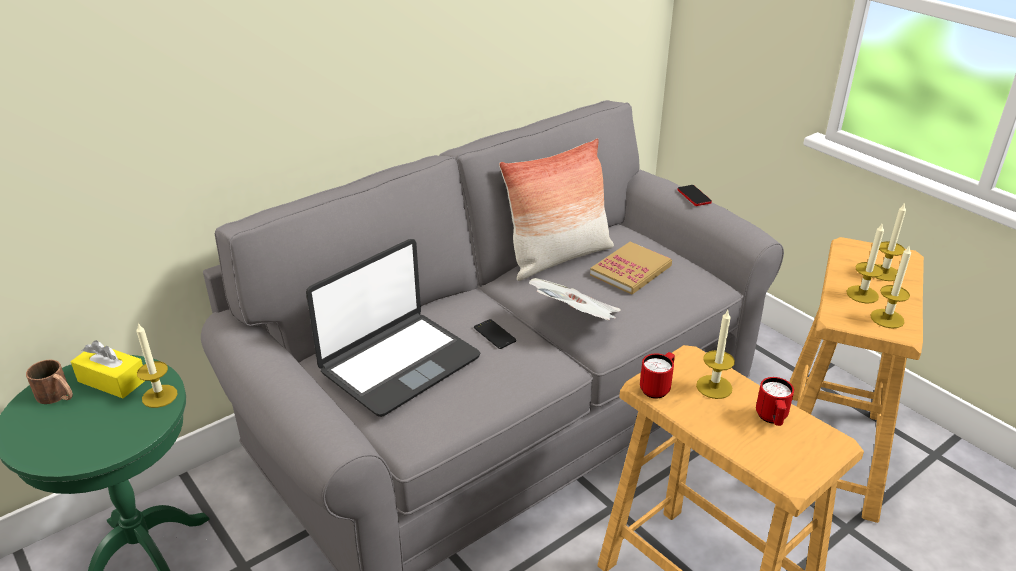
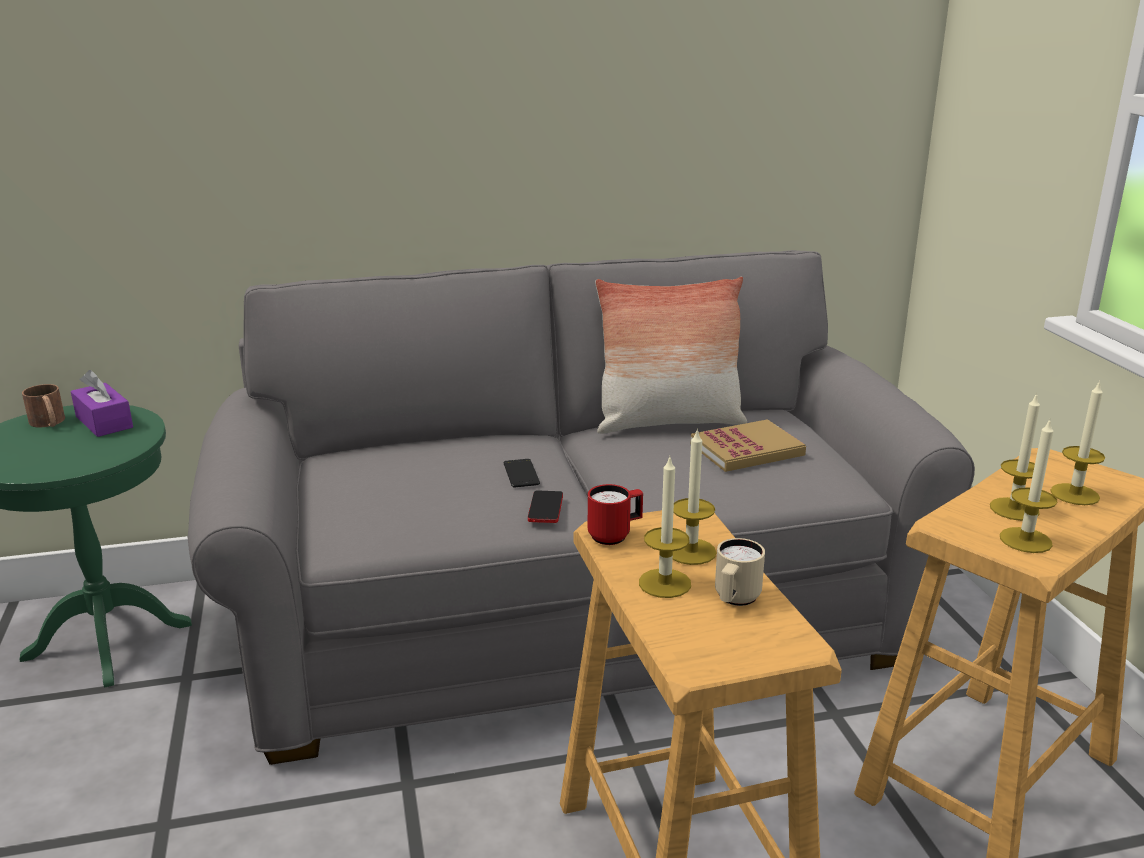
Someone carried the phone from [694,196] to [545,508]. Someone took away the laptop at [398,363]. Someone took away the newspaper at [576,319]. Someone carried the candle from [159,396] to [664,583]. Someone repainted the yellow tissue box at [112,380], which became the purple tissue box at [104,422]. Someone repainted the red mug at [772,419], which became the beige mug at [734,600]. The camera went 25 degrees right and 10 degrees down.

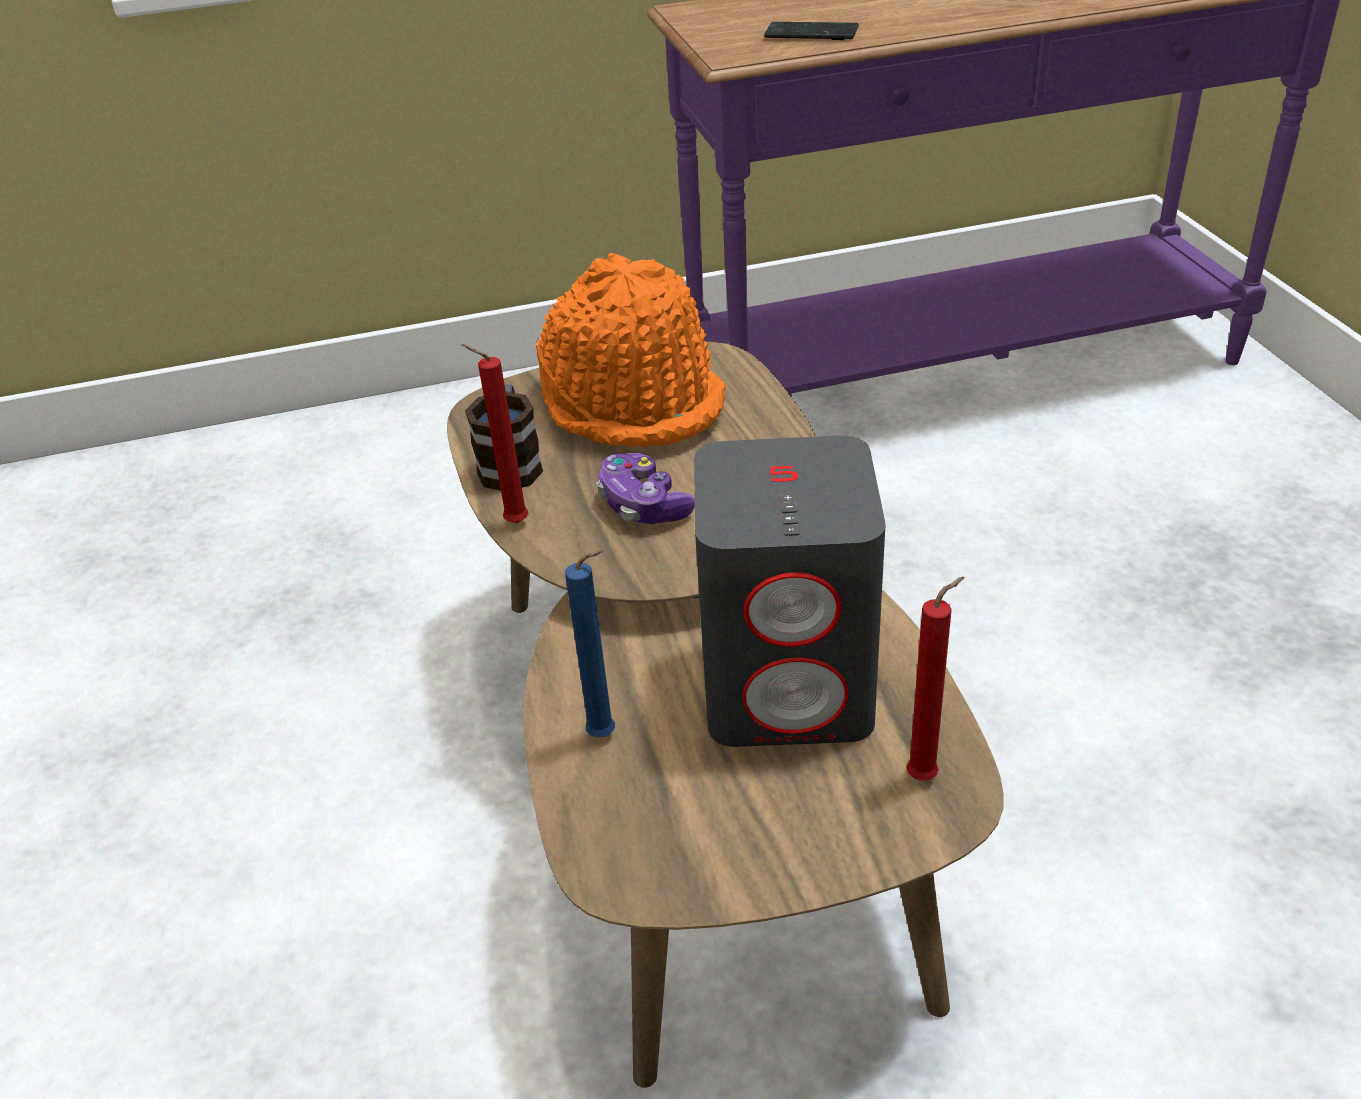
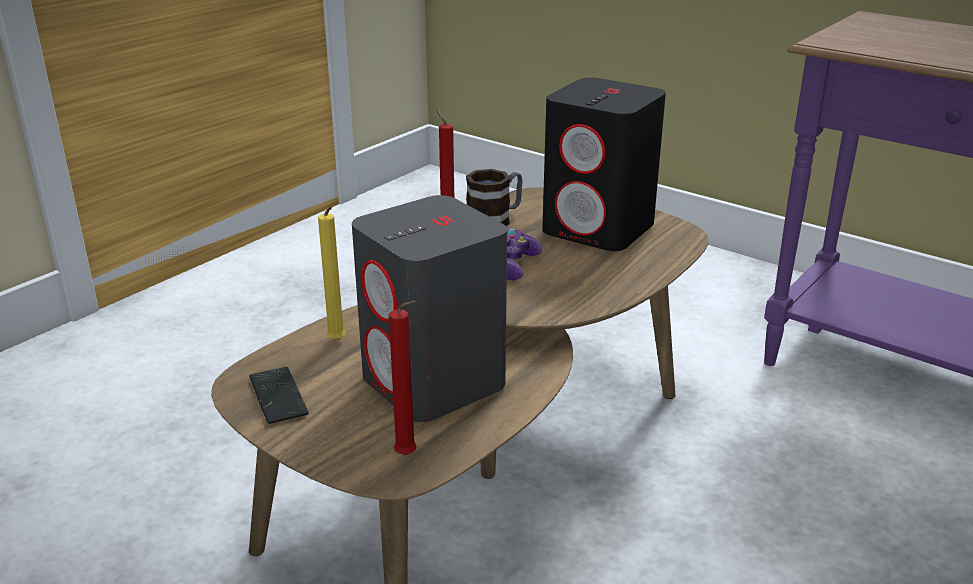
Someone carried the phone from [811,34] to [278,397]. Someone swapped the orange hat at [633,402] for the black speaker at [599,229]. Someone repainted the blue candle at [606,735], which became the yellow candle at [337,342]. The camera went 50 degrees right and 10 degrees down.

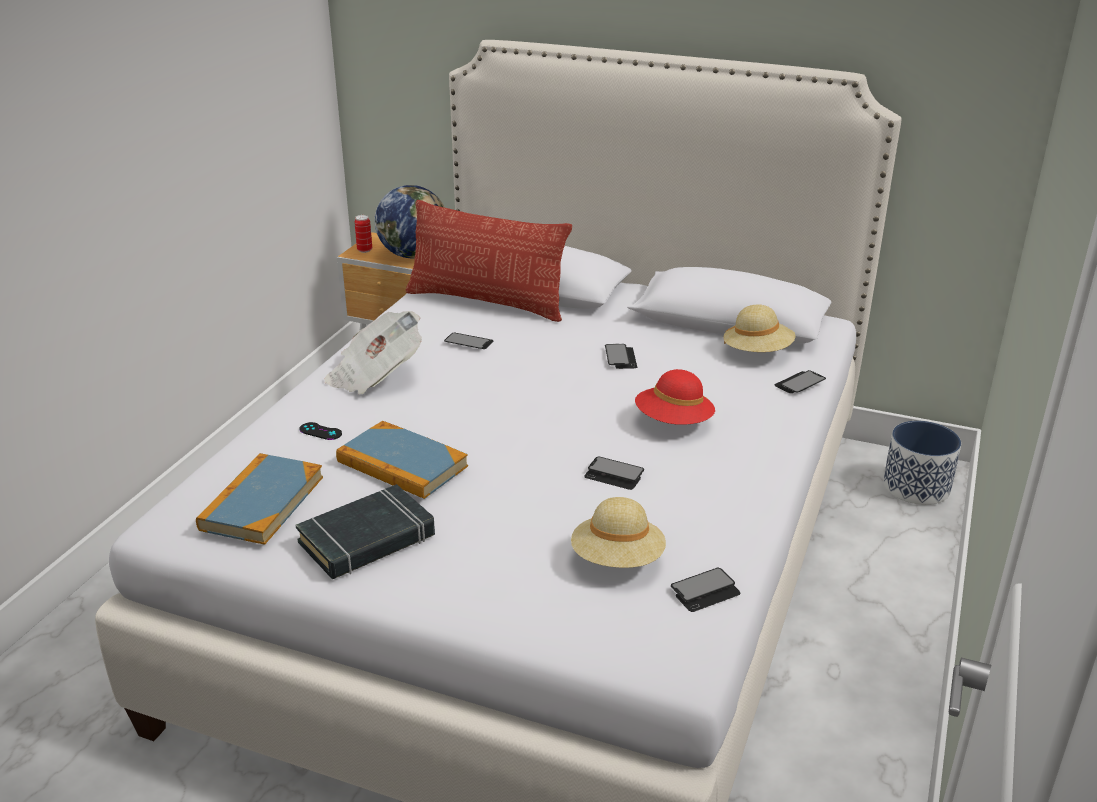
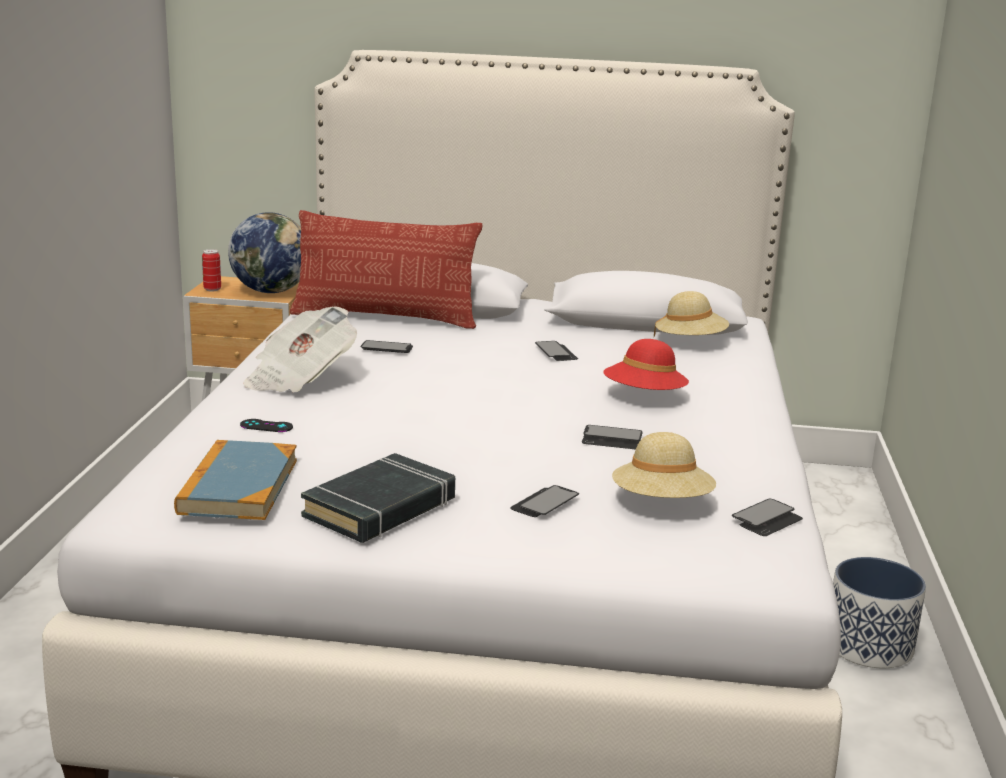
Someone carried the phone from [799,383] to [544,503]. Someone took away the book at [402,464]. Someone carried the planter from [916,487] to [869,646]. The camera went 15 degrees left and 10 degrees down.

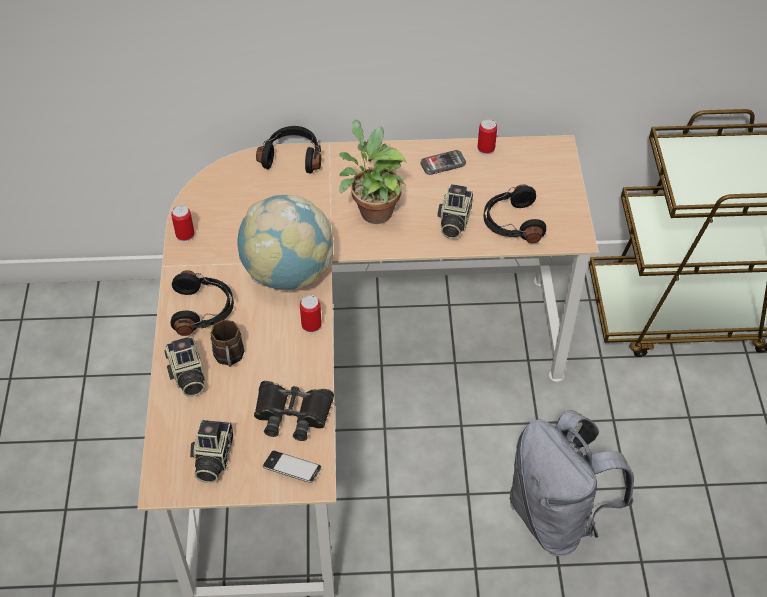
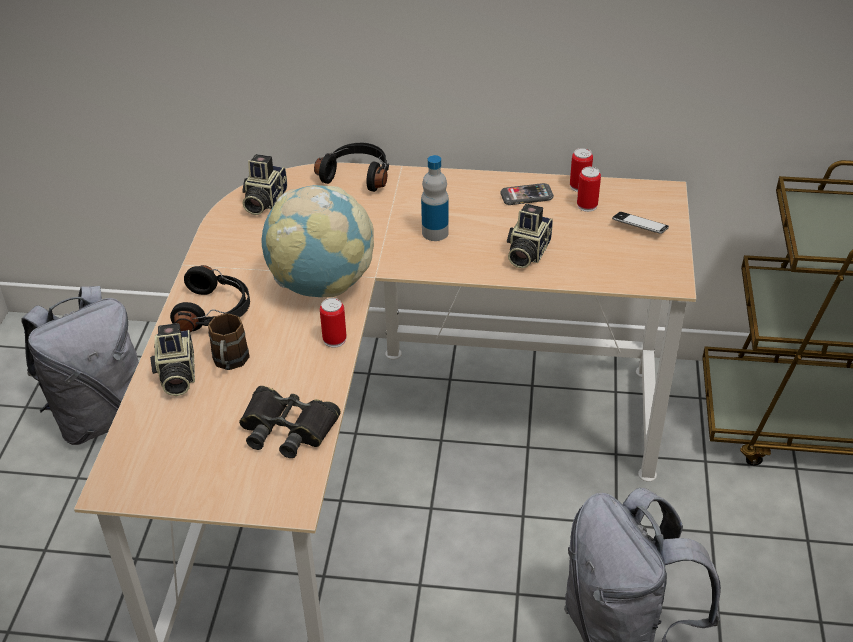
Someone swapped the potted plant at [372,210] for the bottle at [435,233]. Someone took away the black headphones at [511,223]. Someone carried the can from [185,235] to [587,205]. Someone carried the photo camera from [212,458] to [263,201]. Someone carried the phone from [292,469] to [639,226]. Someone put down the grey backpack at [101,416]. The camera went 10 degrees right and 10 degrees down.

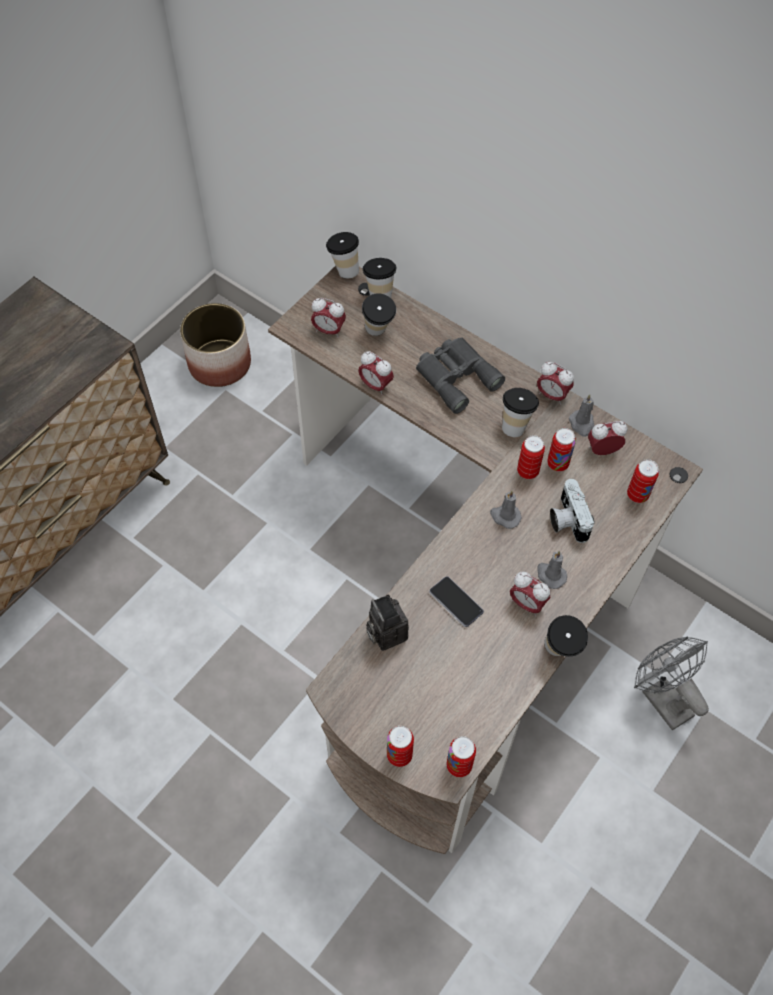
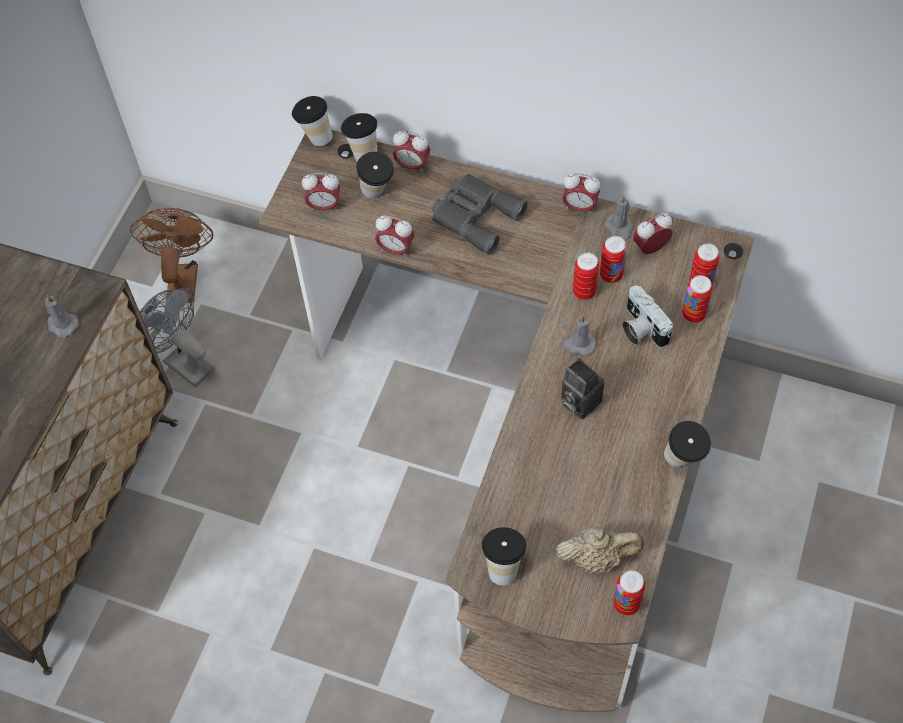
Someone swapped the planter at [219,363] for the brown fan at [183,277]. Someone carried the cup from [515,425] to [503,566]. Someone carried the grey candle from [550,575] to [62,324]. Someone carried the alarm clock from [527,604] to [412,165]. Someone took away the phone at [456,602]. Someone carried the photo camera from [385,633] to [577,402]. Someone carried the grey fan from [661,697] to [182,362]. Someone carried the can from [399,755] to [693,314]. Someone put down the beige teapot at [597,558]. The camera went 15 degrees left and 0 degrees up.

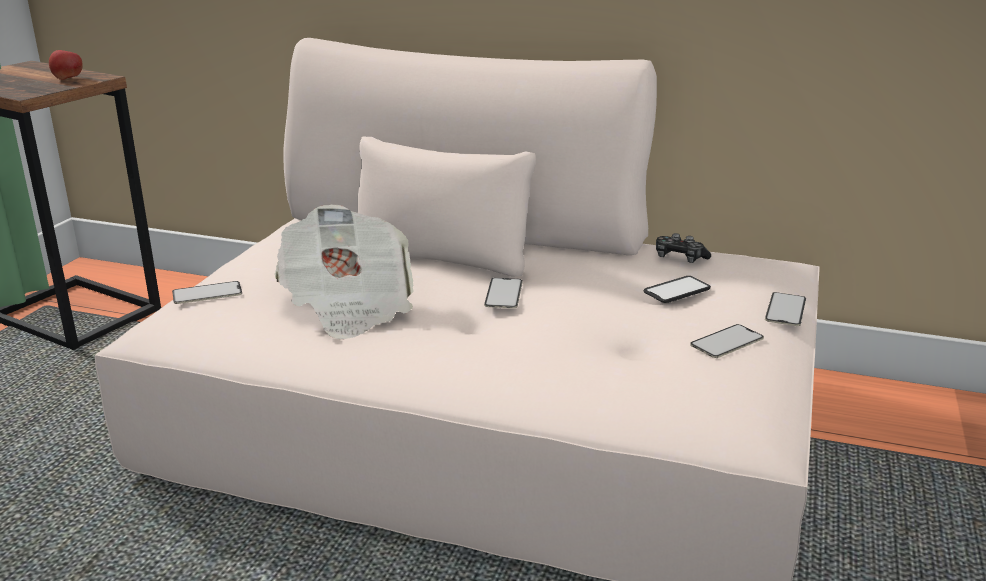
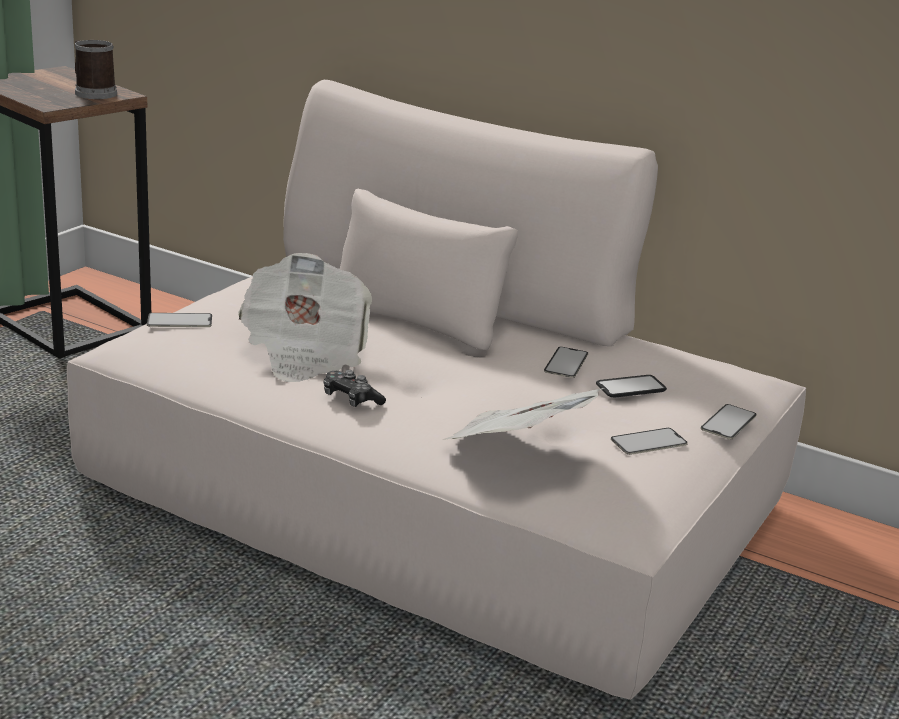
Someone swapped the apple at [68,79] for the mug at [93,92]. Someone carried the game controller from [679,258] to [351,399]. Someone carried the phone from [503,293] to [566,363]. Someone put down the newspaper at [518,451]. The camera went 10 degrees right and 0 degrees up.

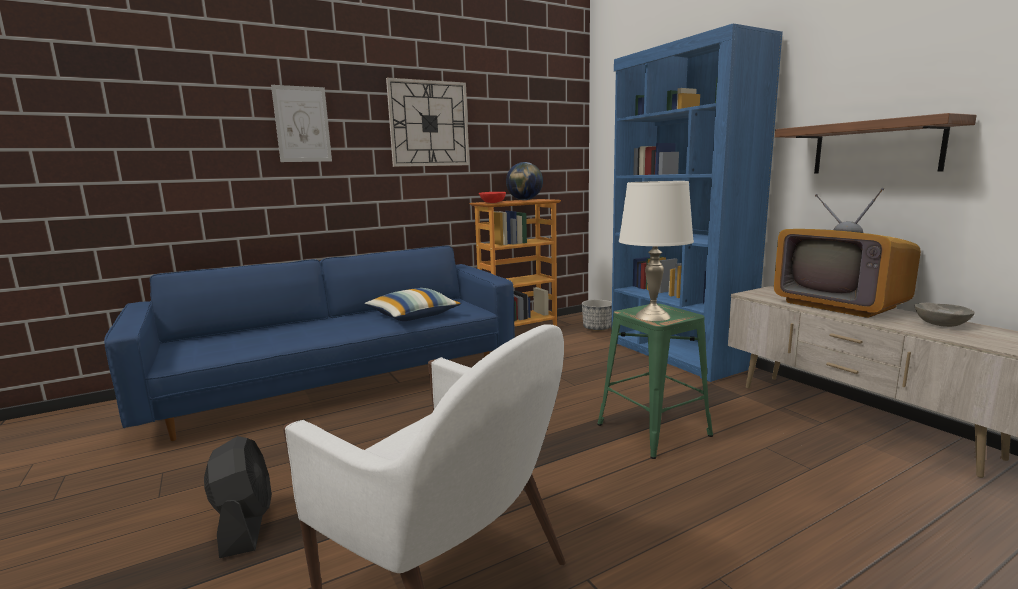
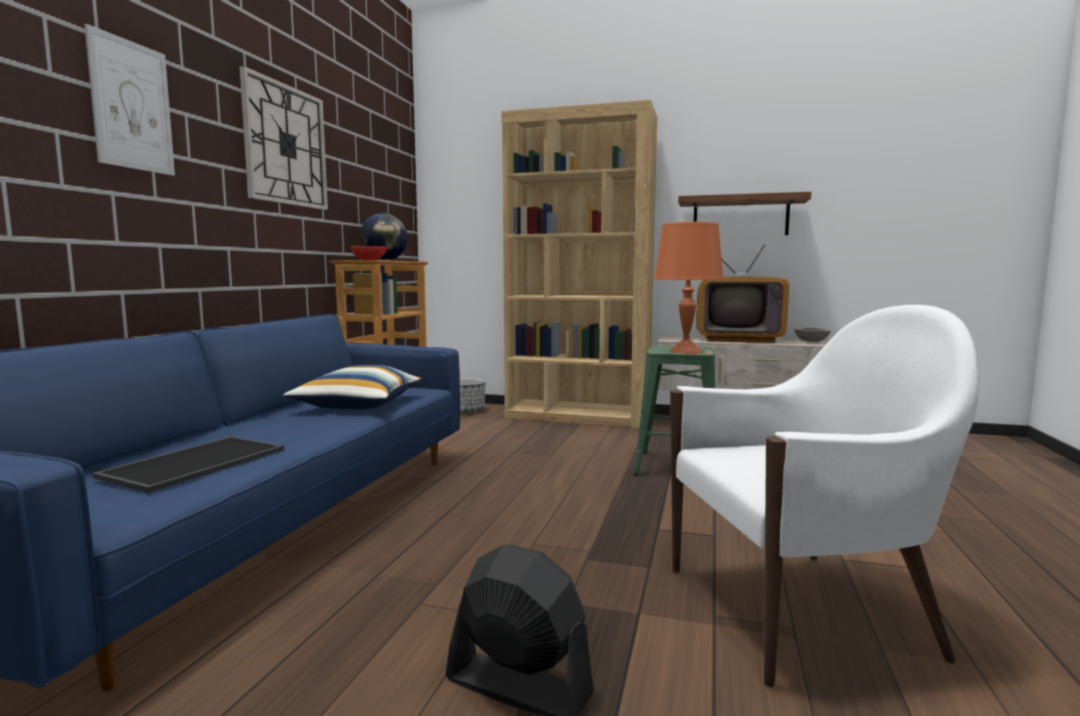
Someone repainted the blue bookcase at [676,354], which became the brown bookcase at [578,416]. Someone repainted the white table lamp at [652,316], which became the orange table lamp at [685,351]. Someone put down the tray at [195,462]. The camera went 45 degrees left and 5 degrees down.

